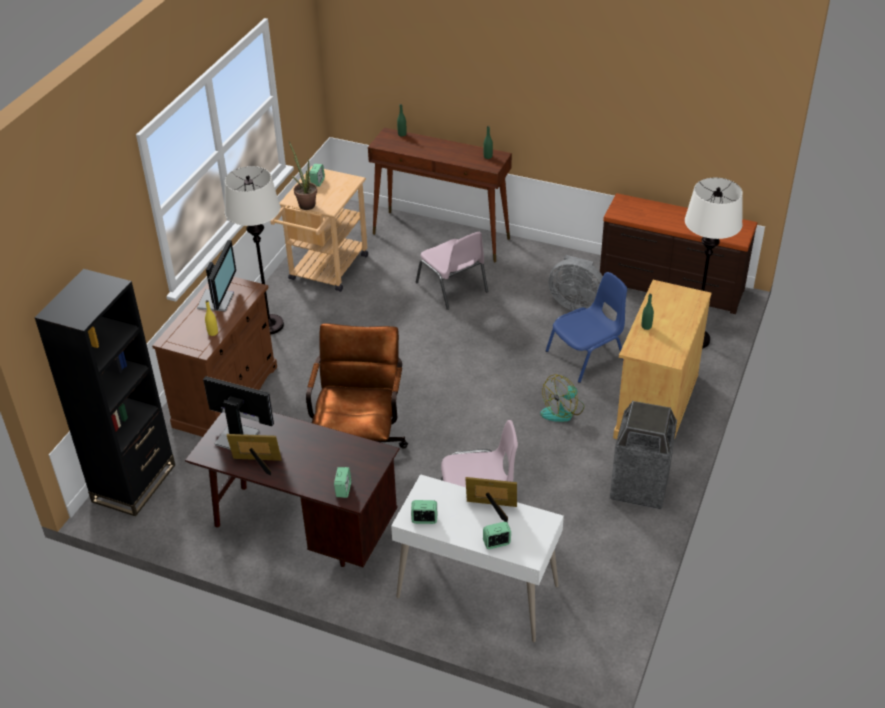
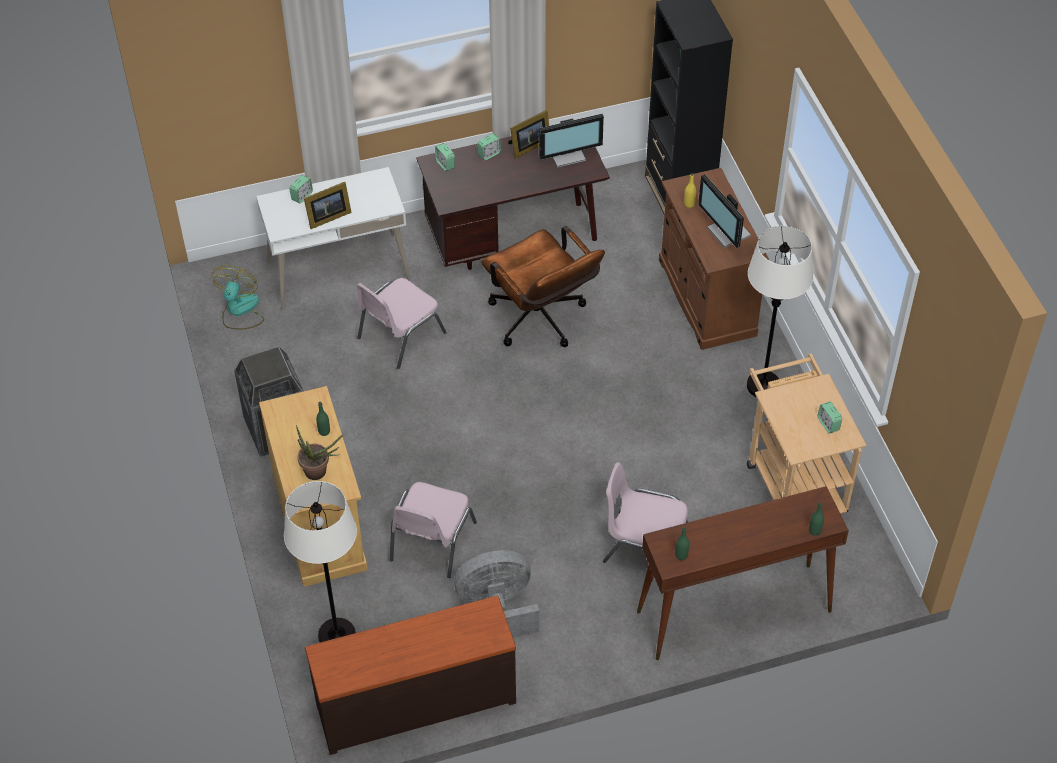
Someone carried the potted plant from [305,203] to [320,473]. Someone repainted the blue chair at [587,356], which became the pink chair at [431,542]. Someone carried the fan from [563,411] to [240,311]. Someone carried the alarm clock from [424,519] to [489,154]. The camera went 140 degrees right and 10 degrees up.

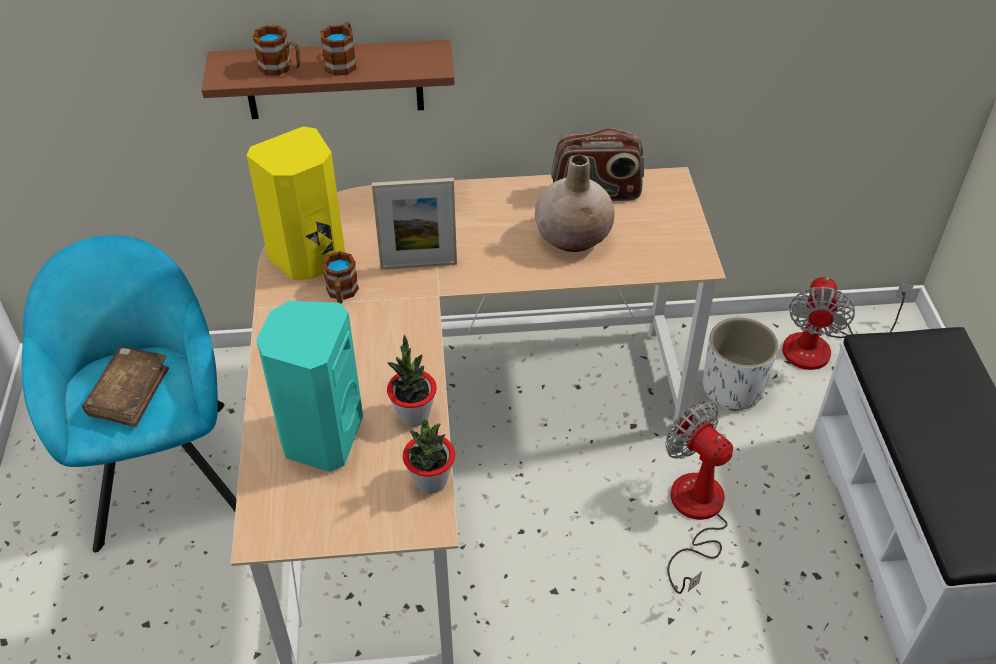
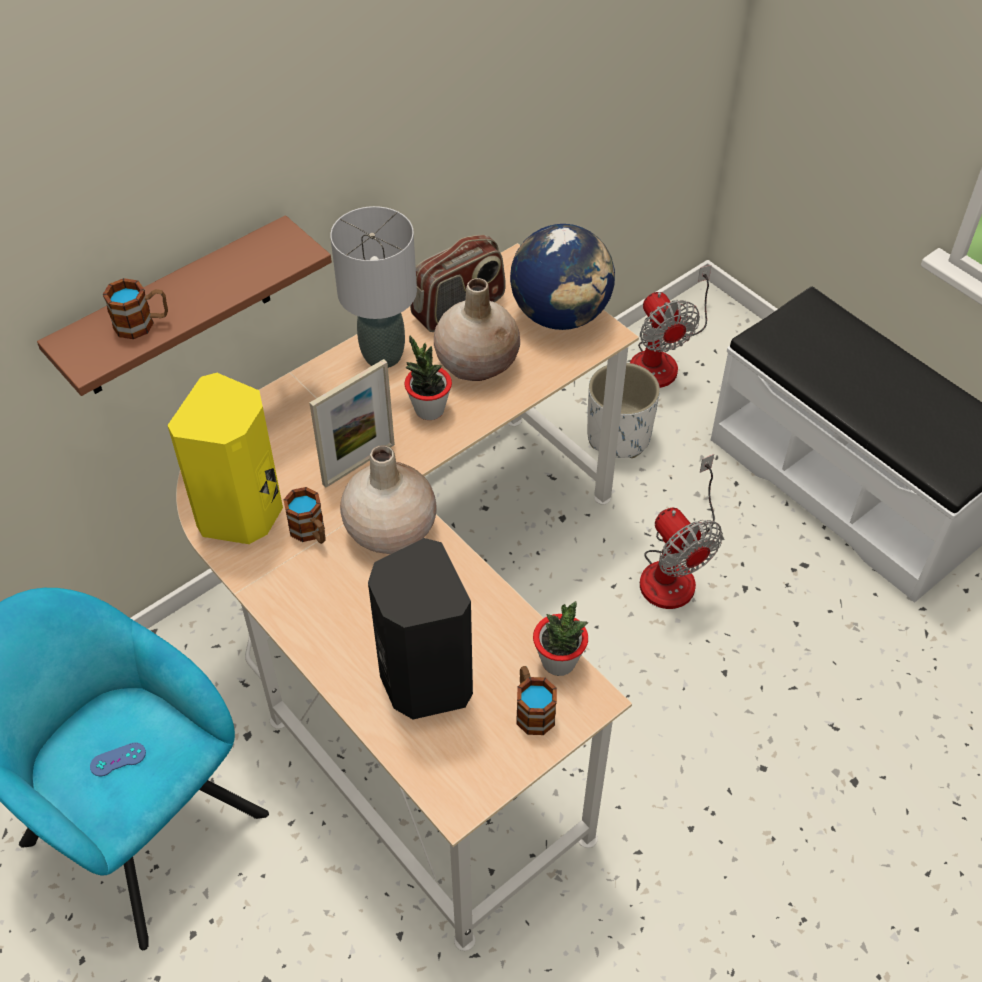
Someone carried the mug from [343,62] to [532,709]. Someone repainted the turquoise speaker at [320,436], which became the black speaker at [423,681]. Someone carried the potted plant from [413,415] to [429,409]. Someone swapped the brown book at [129,393] for the blue game controller at [118,759]. Someone rotated the fan at [694,514] by 135 degrees counterclockwise. Someone put down the grey table lamp at [382,355]. Someone put down the globe at [561,315]. Someone put down the beige vase at [389,529]. The camera went 35 degrees left and 5 degrees up.

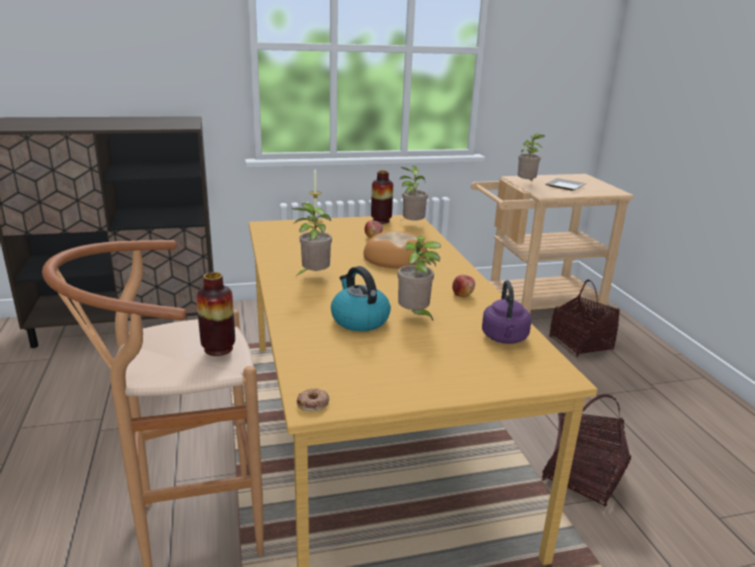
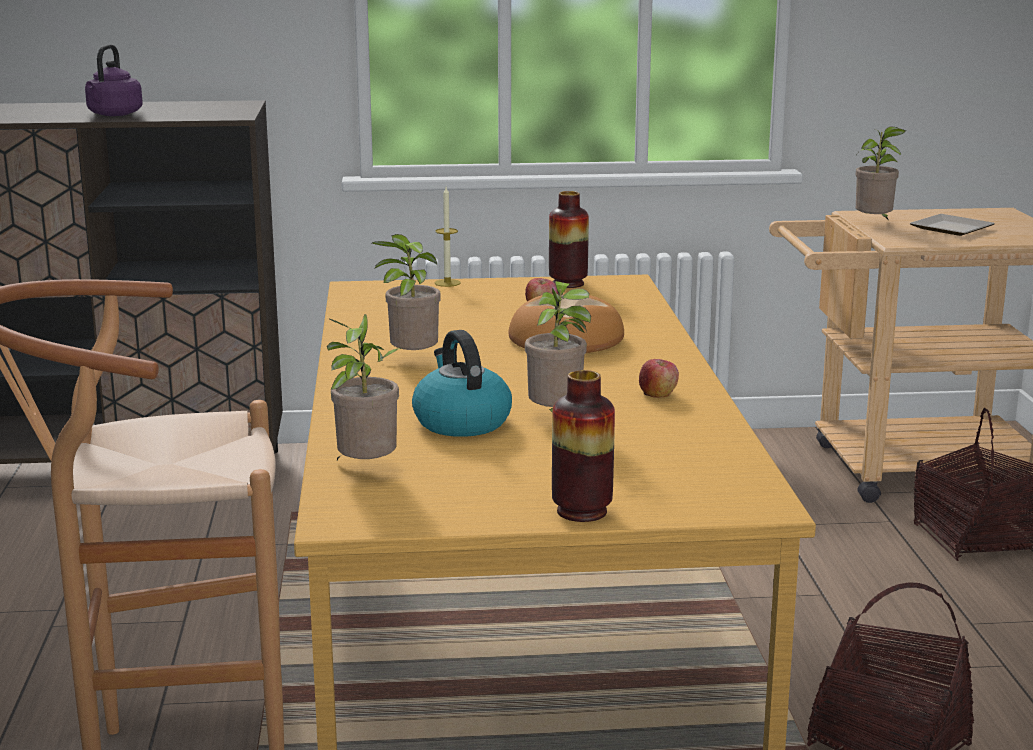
Someone carried the potted plant from [411,225] to [364,470]. Someone carried the vase from [218,349] to [582,511]. Someone carried the purple kettle from [504,338] to [113,114]. Someone took away the donut at [313,403]. The camera went 10 degrees right and 5 degrees down.

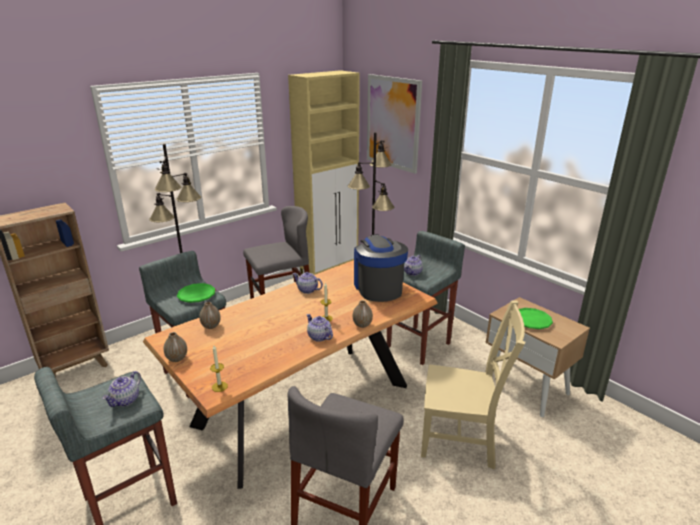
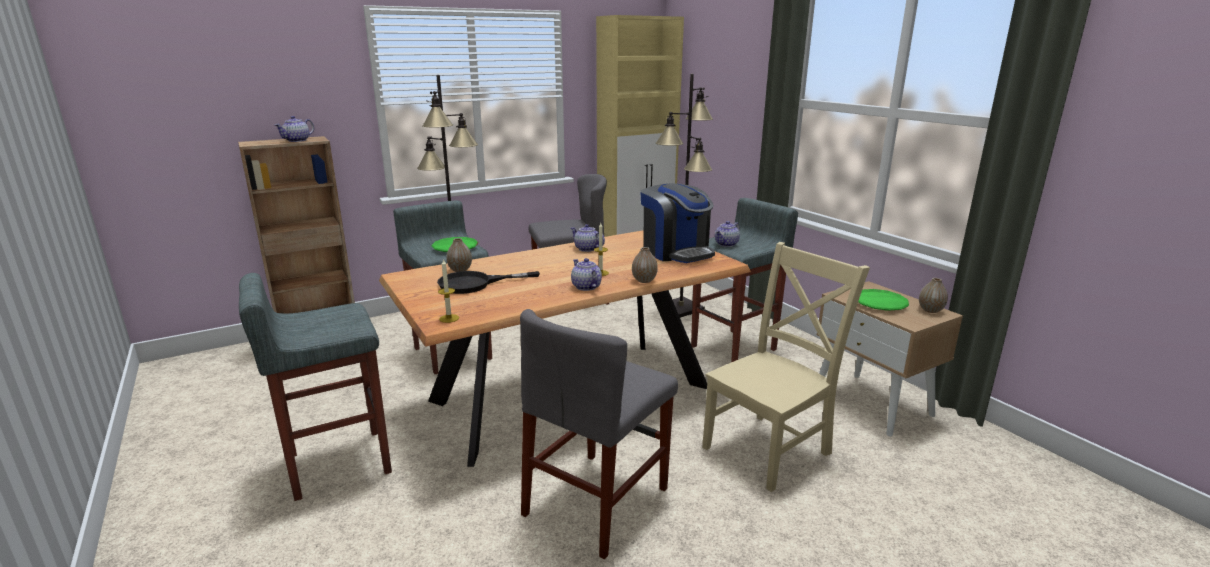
Someone took away the picture at [393,123]. Someone rotated the coffee machine at [378,287] by 150 degrees clockwise. Someone rotated the beige chair at [462,439] by 60 degrees counterclockwise. Someone carried the vase from [177,358] to [930,310]. Someone carried the teapot from [125,400] to [297,140]. Someone put down the black frying pan at [475,284]. The camera went 10 degrees right and 5 degrees down.

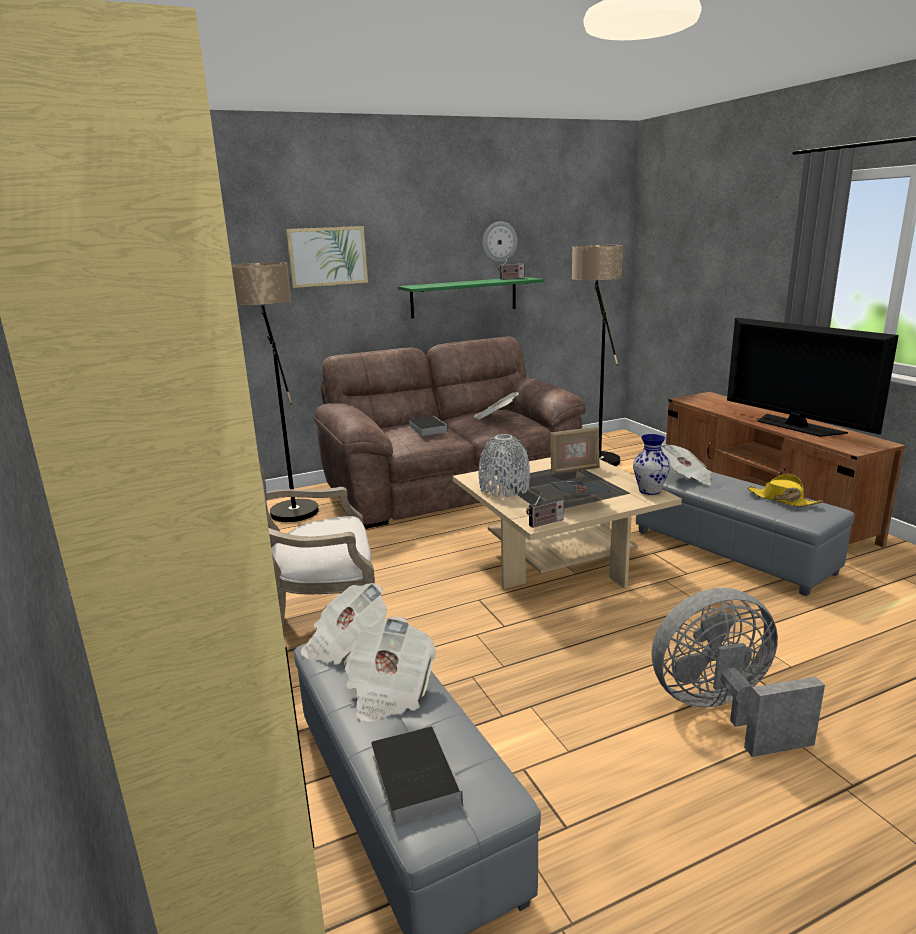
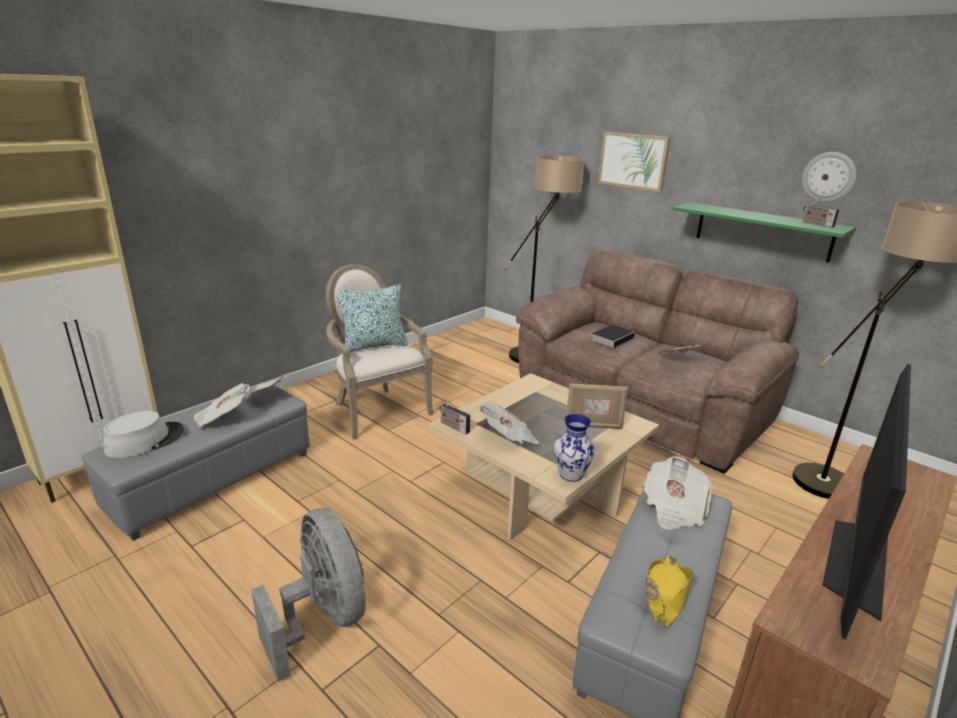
Someone rotated the picture frame at [574,470] by 45 degrees counterclockwise. Someone took away the grey vase at [504,488]. Someone swapped the book at [413,777] for the grey hat at [145,440]. Someone put down the pillow at [374,346]. The camera went 65 degrees right and 5 degrees up.

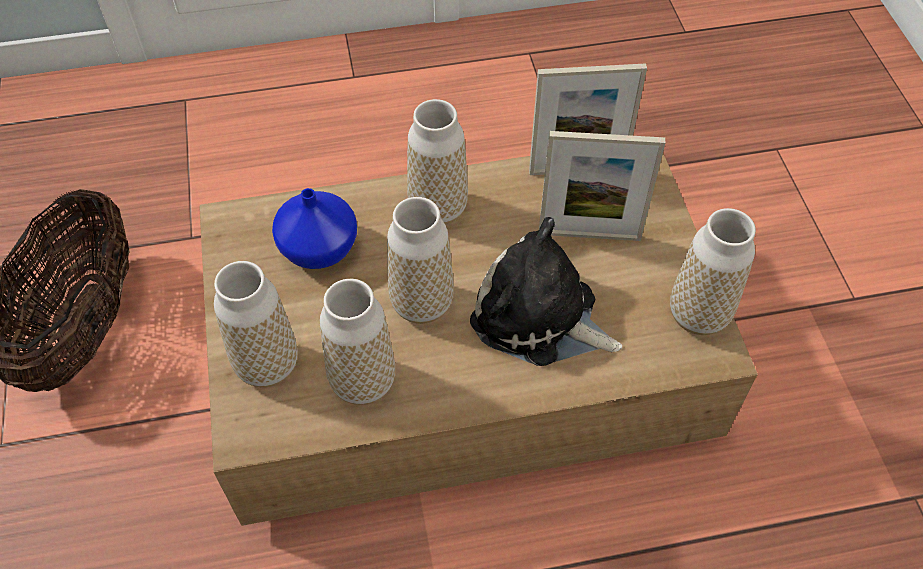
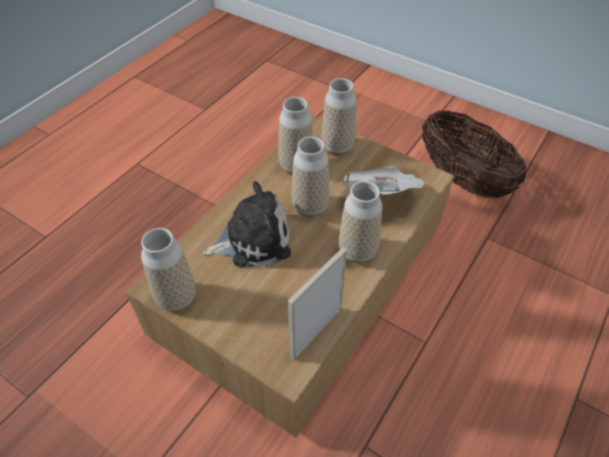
Someone took away the picture frame at [589,235]. Someone swapped the blue vase at [318,250] for the newspaper at [380,194]. The camera went 135 degrees right and 5 degrees down.

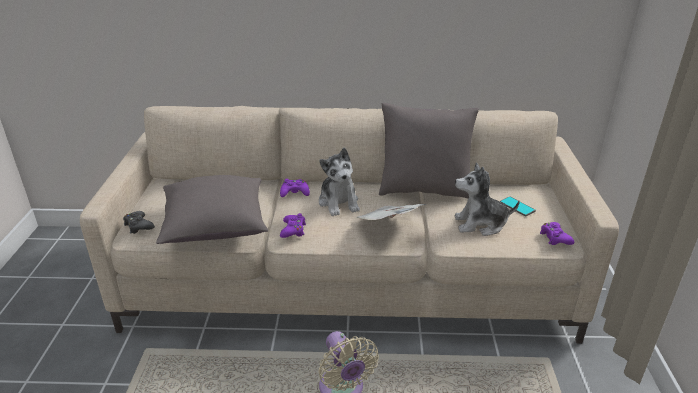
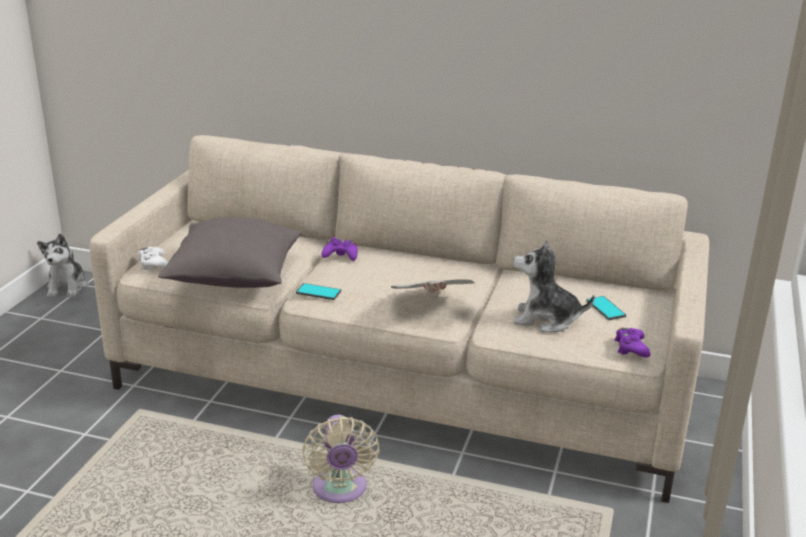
Someone took away the grey pillow at [423,190]. Someone carried the plush toy from [339,202] to [67,287]. Someone repainted the black game controller at [138,226], which became the white game controller at [153,263]. Someone swapped the purple game controller at [293,230] for the phone at [318,292]. The camera went 15 degrees right and 5 degrees down.

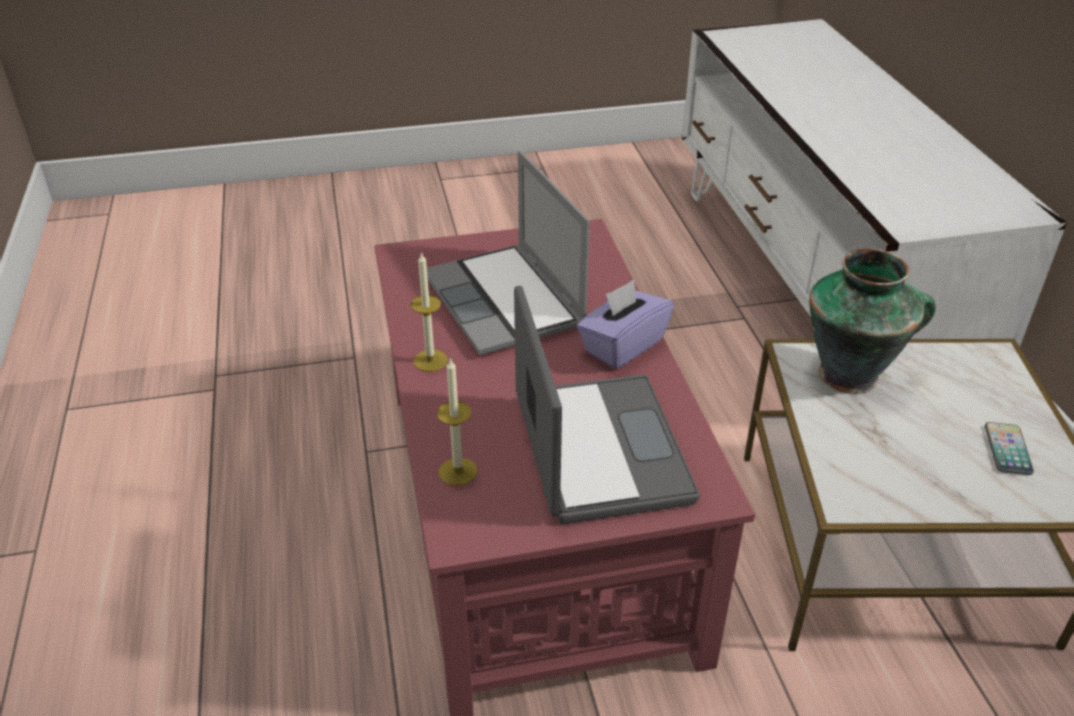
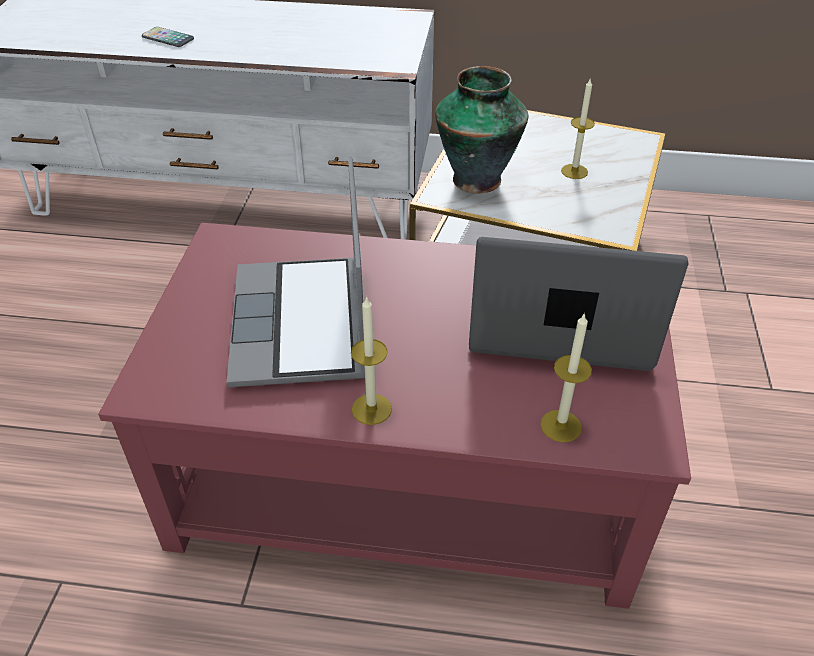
Someone rotated the laptop at [506,302] by 90 degrees clockwise. Someone took away the purple tissue box at [622,346]. Someone carried the phone from [1007,449] to [168,38]. Someone put down the candle at [574,171]. The camera went 70 degrees left and 5 degrees up.

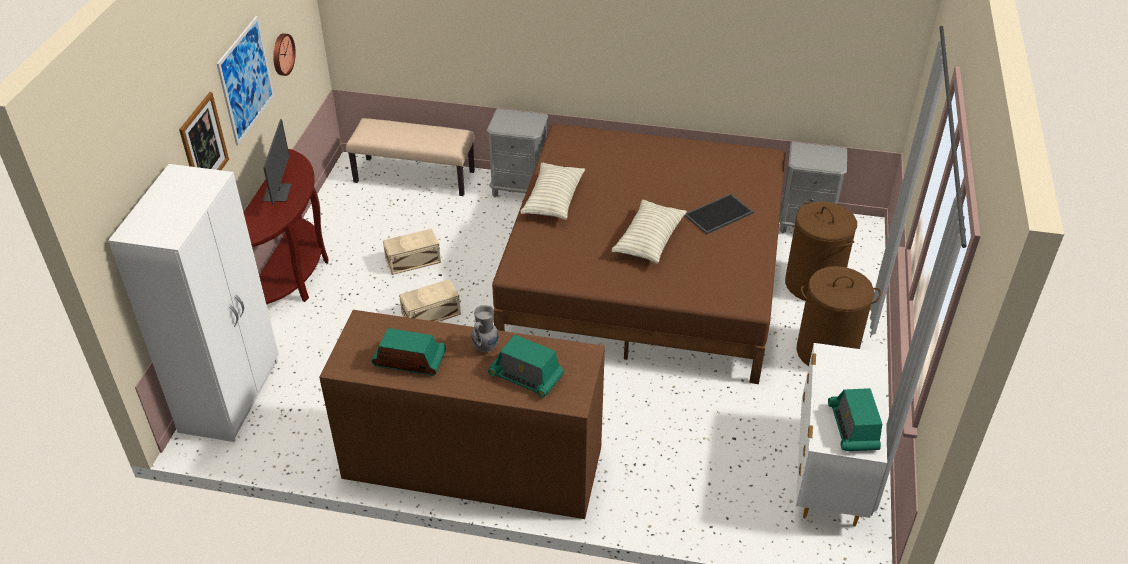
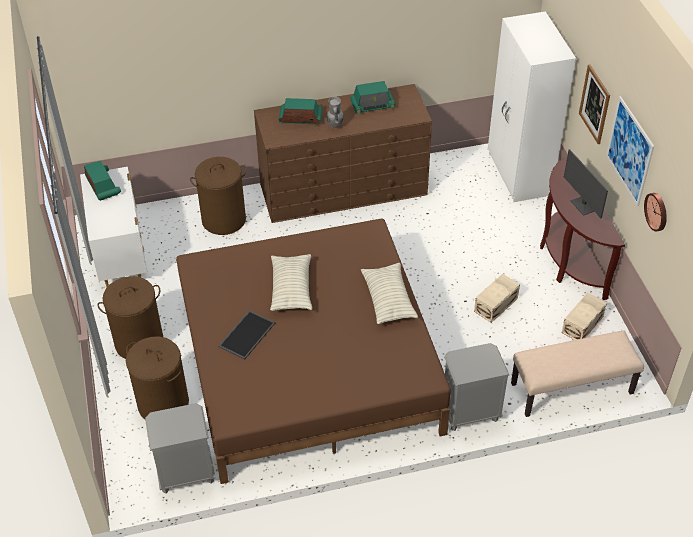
Someone carried the beige storage box from [430,314] to [583,324]. Someone put down the brown laundry basket at [224,219]. The camera went 155 degrees right and 5 degrees up.

